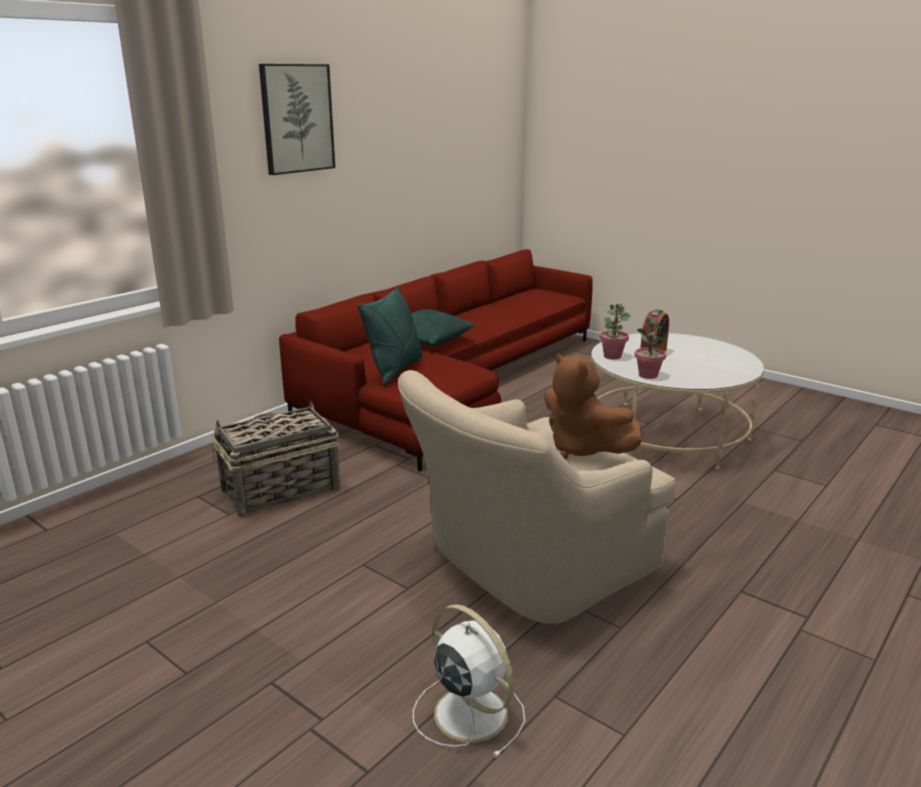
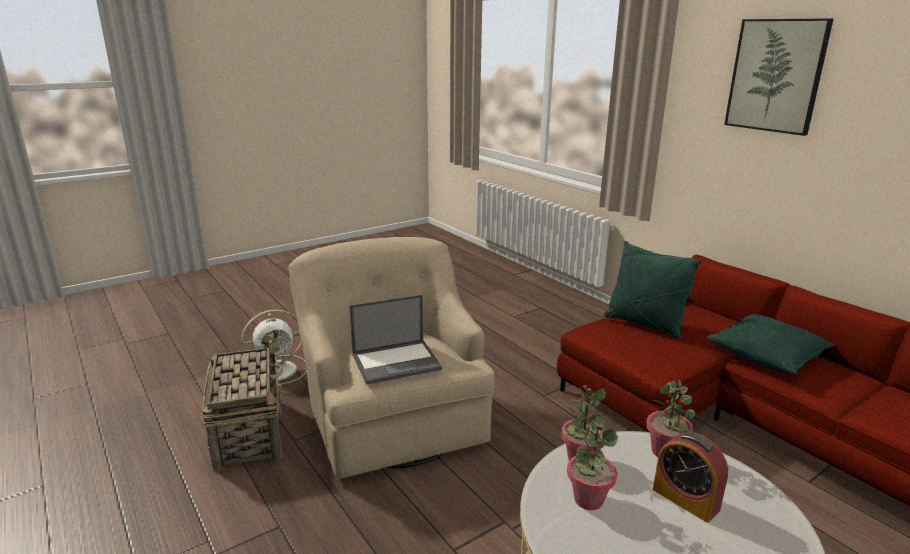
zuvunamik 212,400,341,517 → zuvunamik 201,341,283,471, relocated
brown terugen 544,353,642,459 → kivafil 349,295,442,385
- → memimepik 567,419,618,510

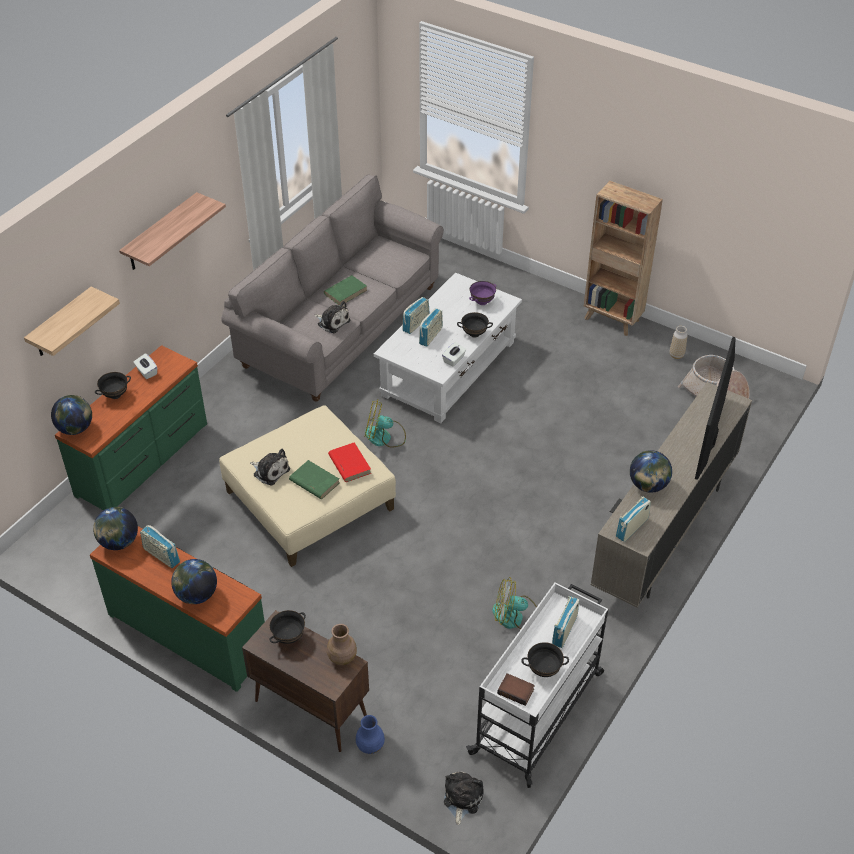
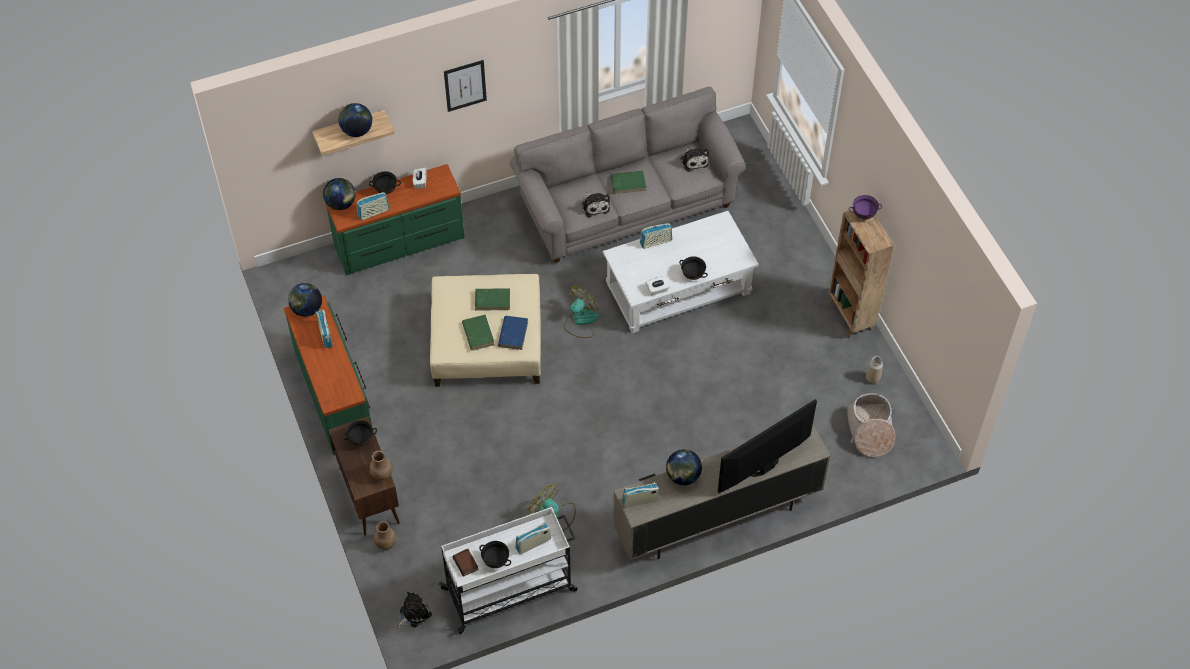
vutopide 171,559,217,604 → vutopide 338,103,372,137, relocated
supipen 419,308,443,347 → supipen 357,192,390,220, relocated
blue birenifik 356,715,385,754 → brown birenifik 374,521,396,550
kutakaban 119,192,226,270 → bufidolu 444,60,487,112
- → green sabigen 475,288,510,311
red sabigen 328,442,371,482 → blue sabigen 498,316,528,350
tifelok 365,400,406,448 → tifelok 564,285,599,338, 90 degrees clockwise
terugen 250,449,290,486 → terugen 681,148,709,172, relocated
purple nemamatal 469,281,496,305 → purple nemamatal 848,195,882,219, relocated

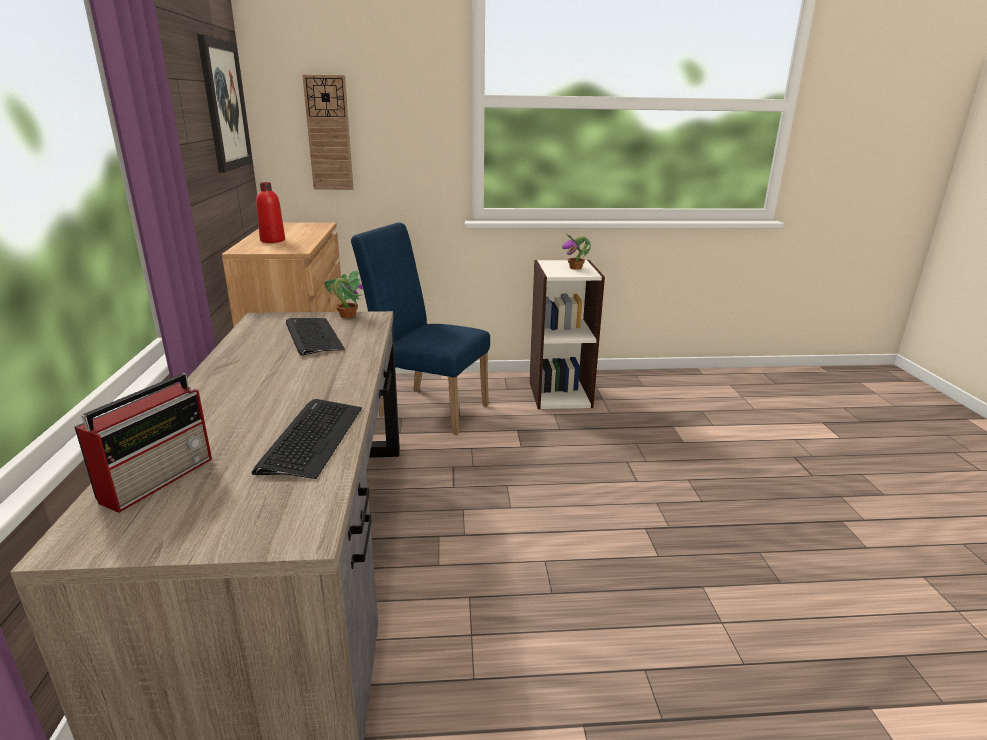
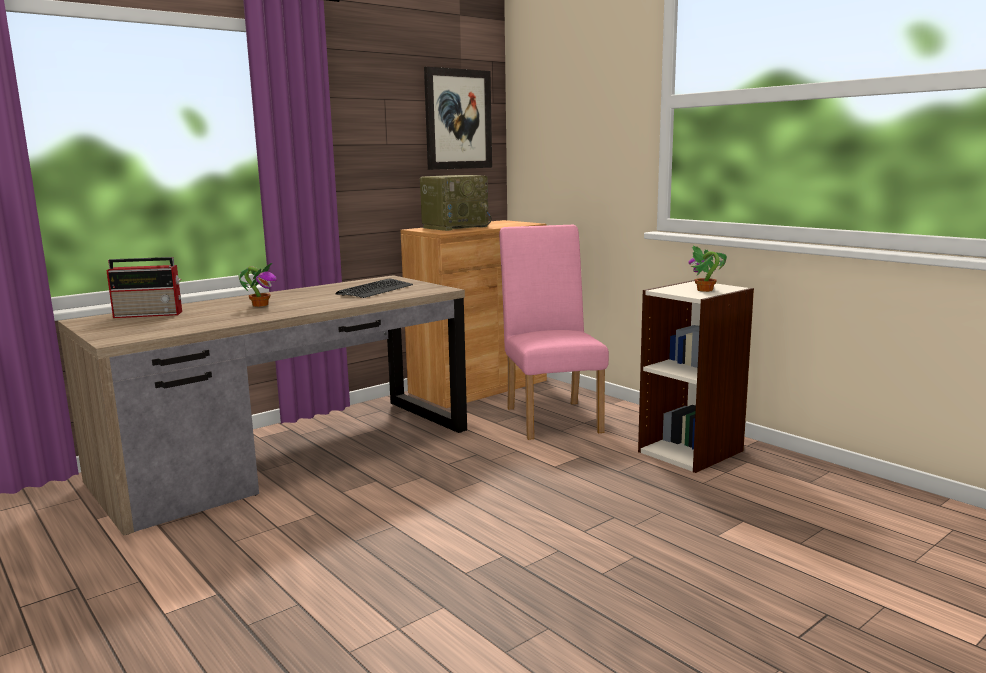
memimepik 324,270,363,318 → memimepik 239,262,277,307, relocated
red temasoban 256,182,285,243 → supipen 420,175,492,231
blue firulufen 351,222,490,435 → pink firulufen 499,225,609,440
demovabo 252,399,362,479 → -
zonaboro 302,75,353,190 → -

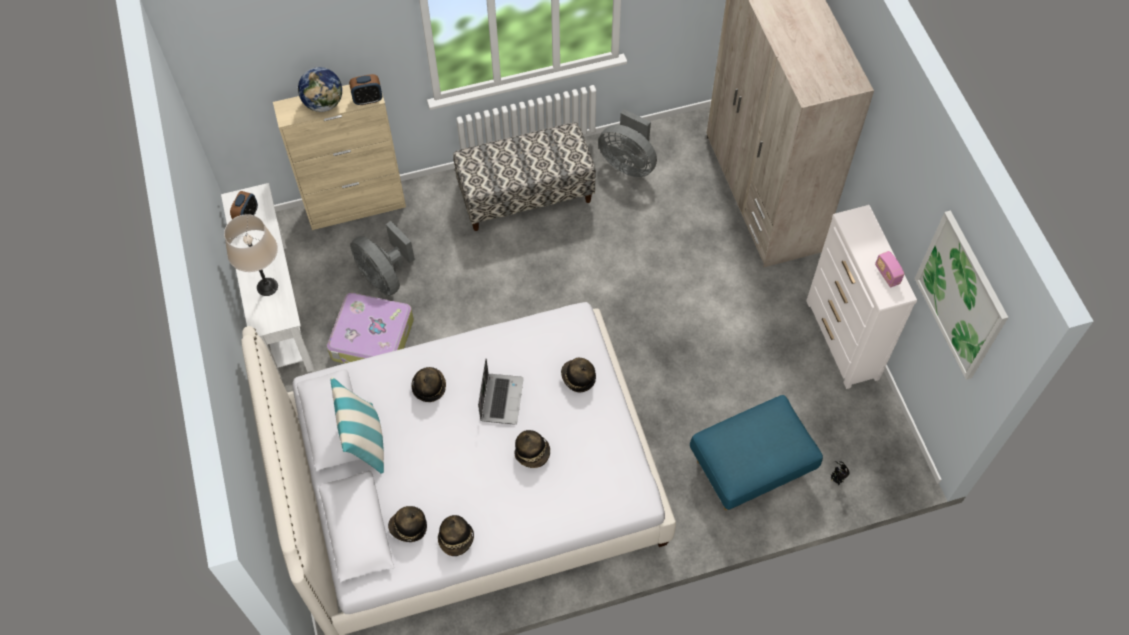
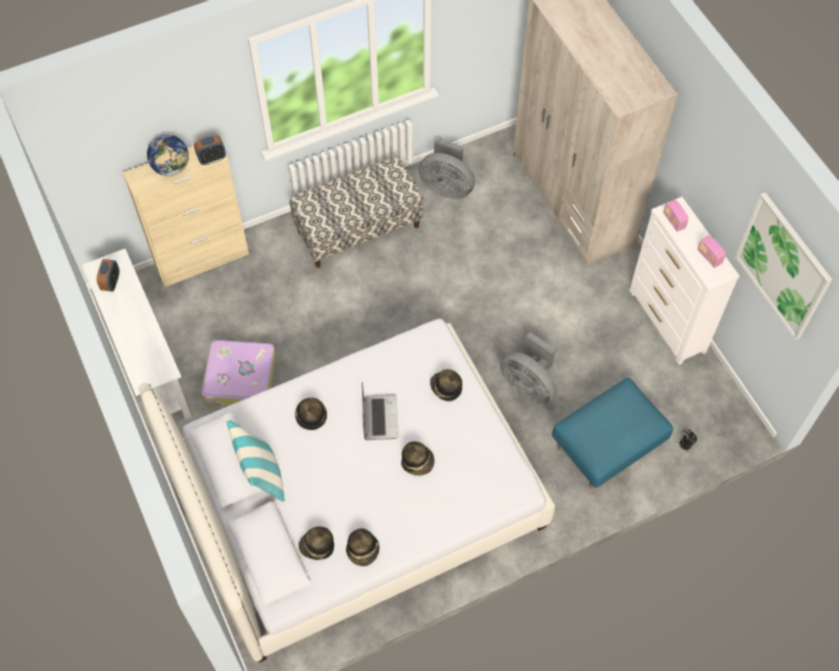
grey tifelok 350,221,415,296 → grey tifelok 500,332,557,405, relocated
- → supipen 663,199,689,232
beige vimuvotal 224,214,278,296 → -

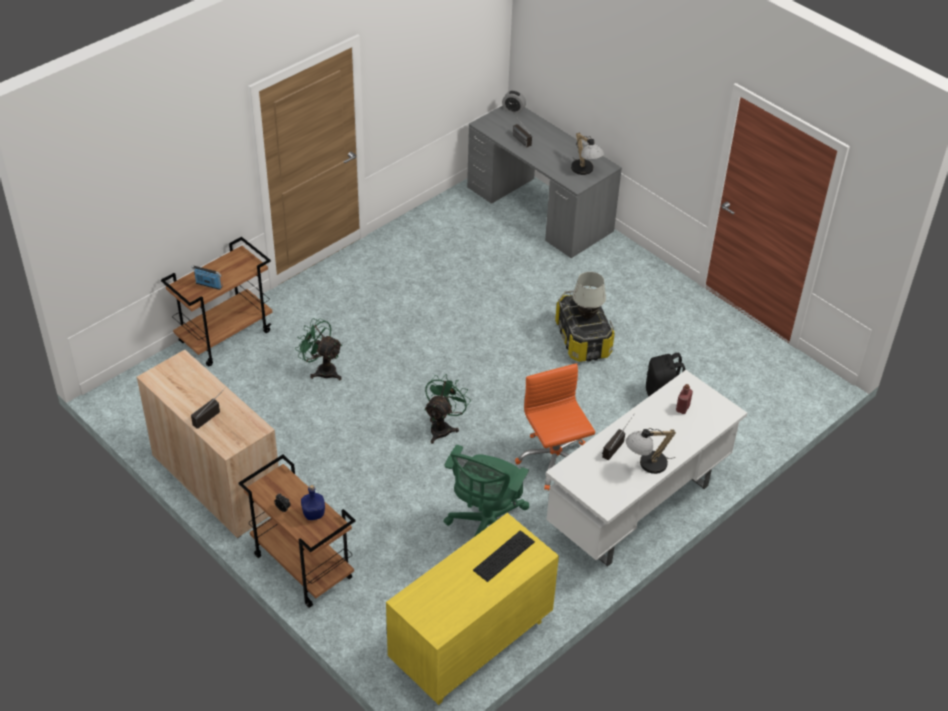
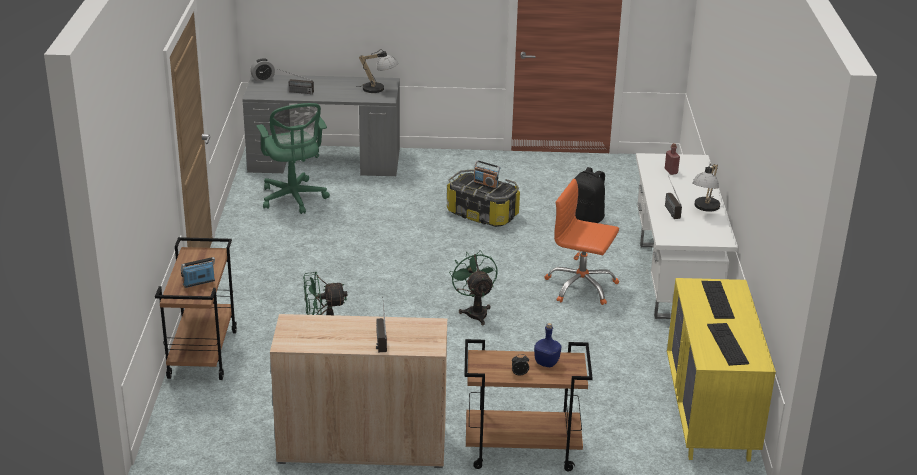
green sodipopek 444,445,530,537 → green sodipopek 257,103,330,214, relocated
white vimuvotal 572,272,606,319 → supipen 473,160,500,189
- → demovabo 707,323,749,366

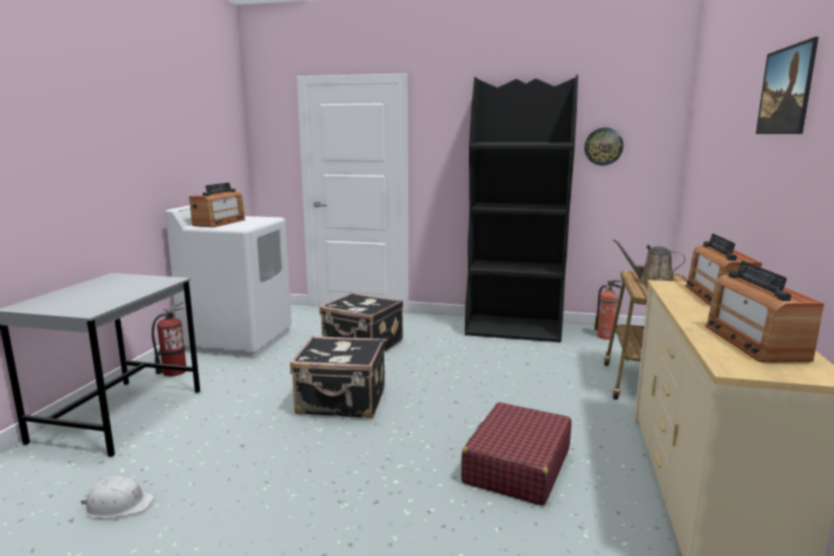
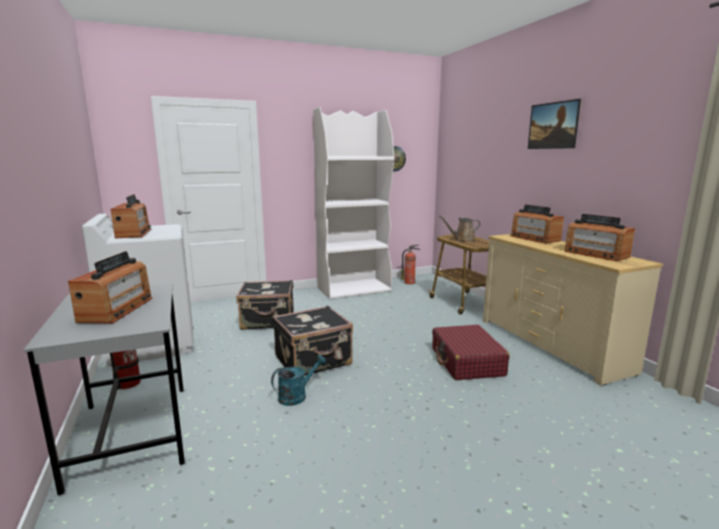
- → supipen 68,251,153,324
- → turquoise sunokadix 271,355,326,406
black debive 465,74,578,342 → white debive 313,107,394,299
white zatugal 81,476,155,518 → -

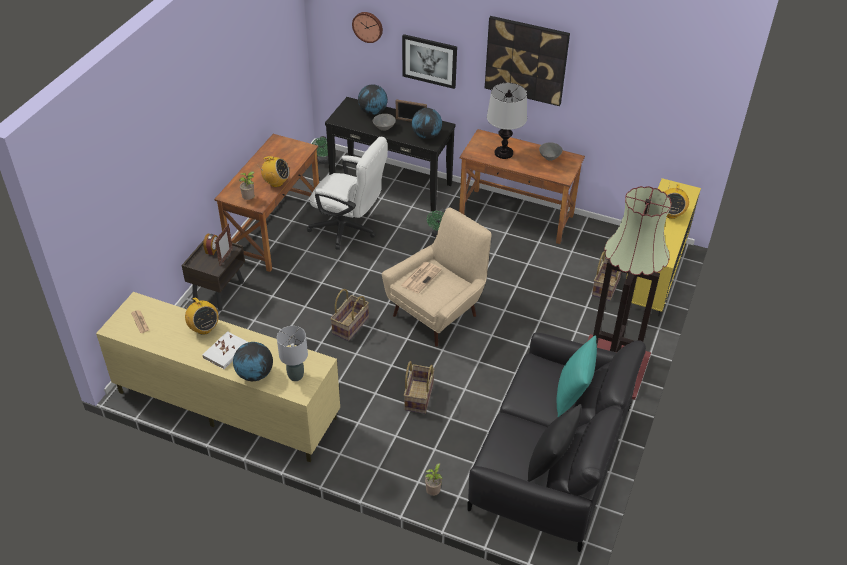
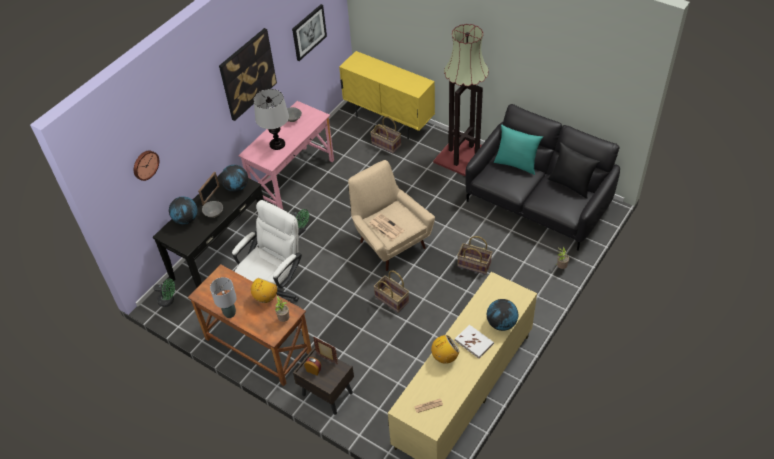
grey vimuvotal 277,326,308,381 → grey vimuvotal 210,277,237,318, relocated
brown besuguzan 459,129,585,244 → pink besuguzan 238,101,334,209
bufidolu 402,34,457,89 → bufidolu 292,4,327,61, relocated
supipen 665,184,689,219 → -

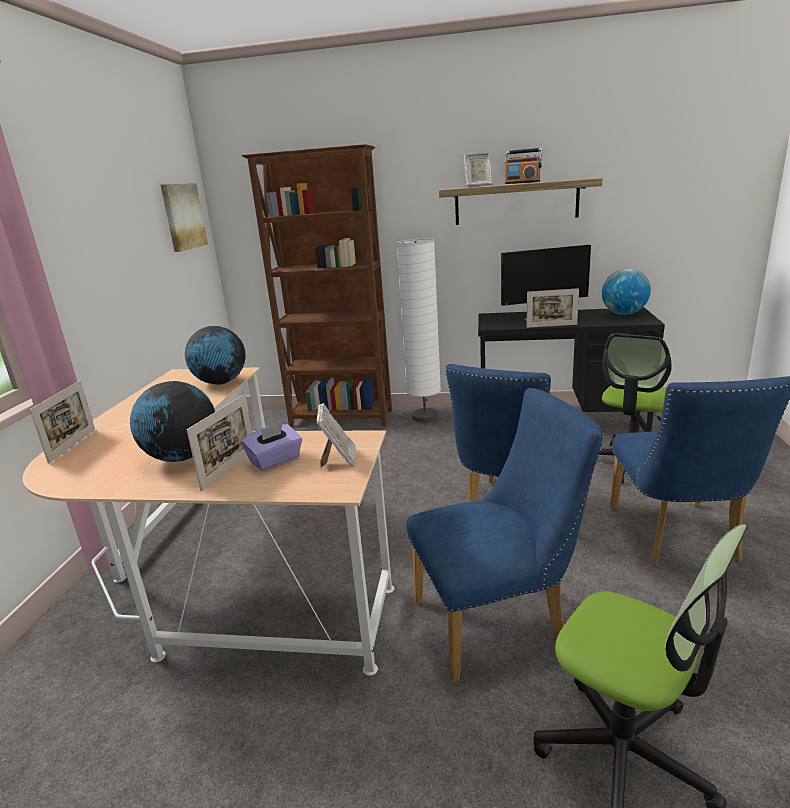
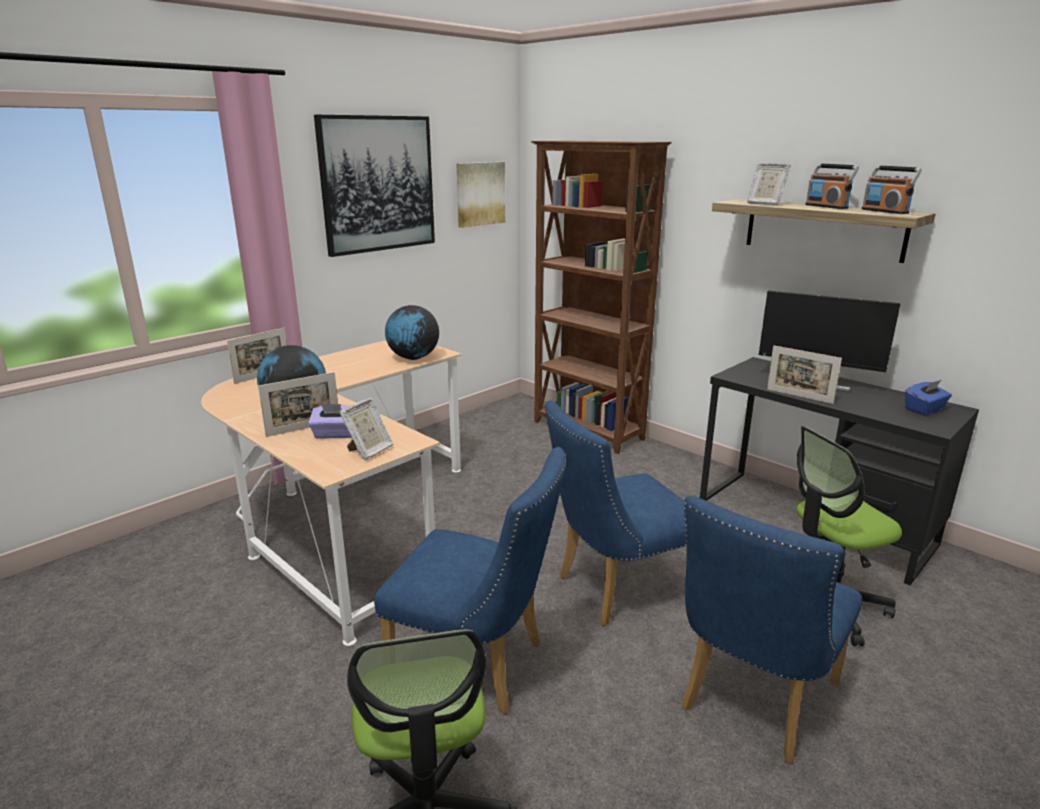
- → bufidolu 314,115,435,257
- → supipen 862,166,922,214
vutopide 602,268,651,315 → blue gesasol 905,380,952,415
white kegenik 397,239,441,423 → -

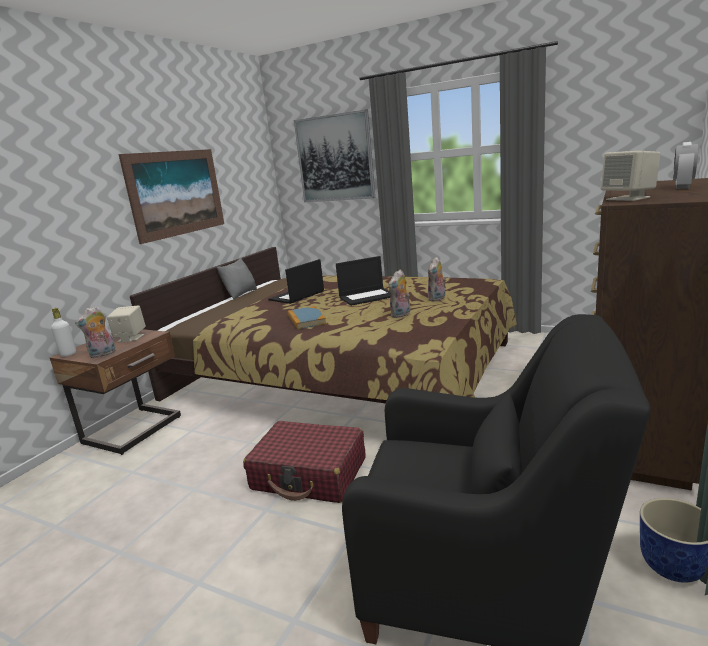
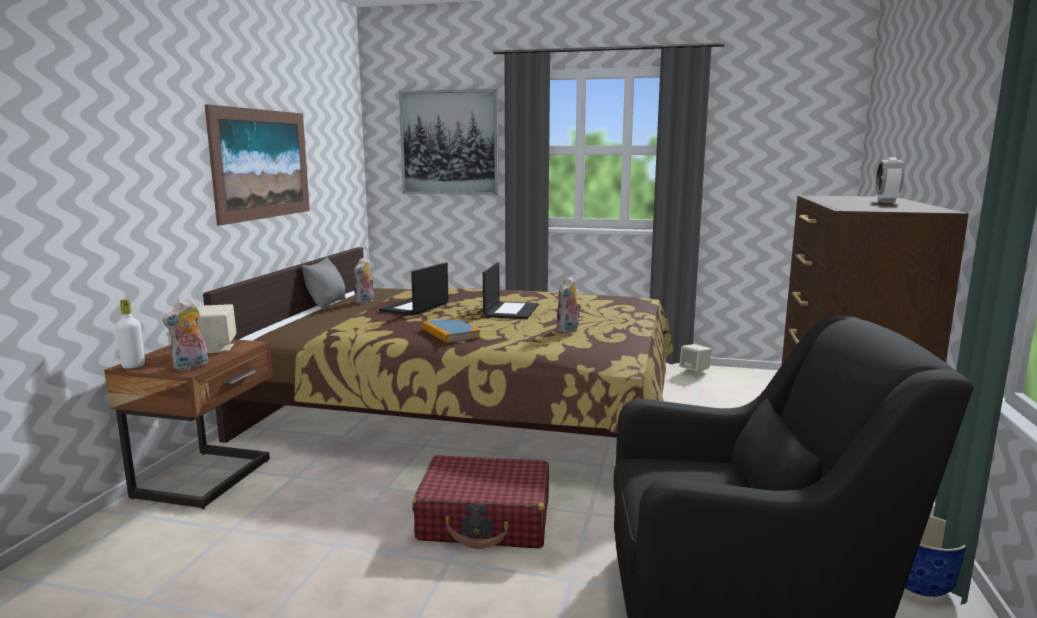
terugen 428,257,446,302 → terugen 354,257,374,304, relocated
kivafil 336,256,390,306 → kivafil 483,262,539,319, 45 degrees counterclockwise
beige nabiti 601,151,661,201 → beige nabiti 679,344,712,377, relocated

